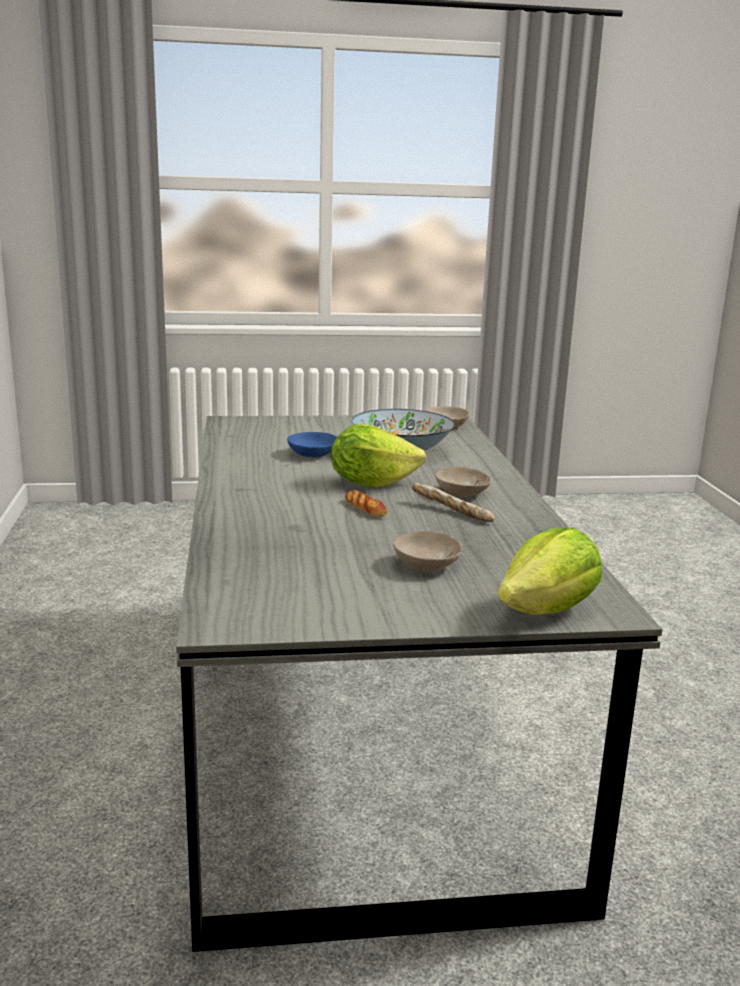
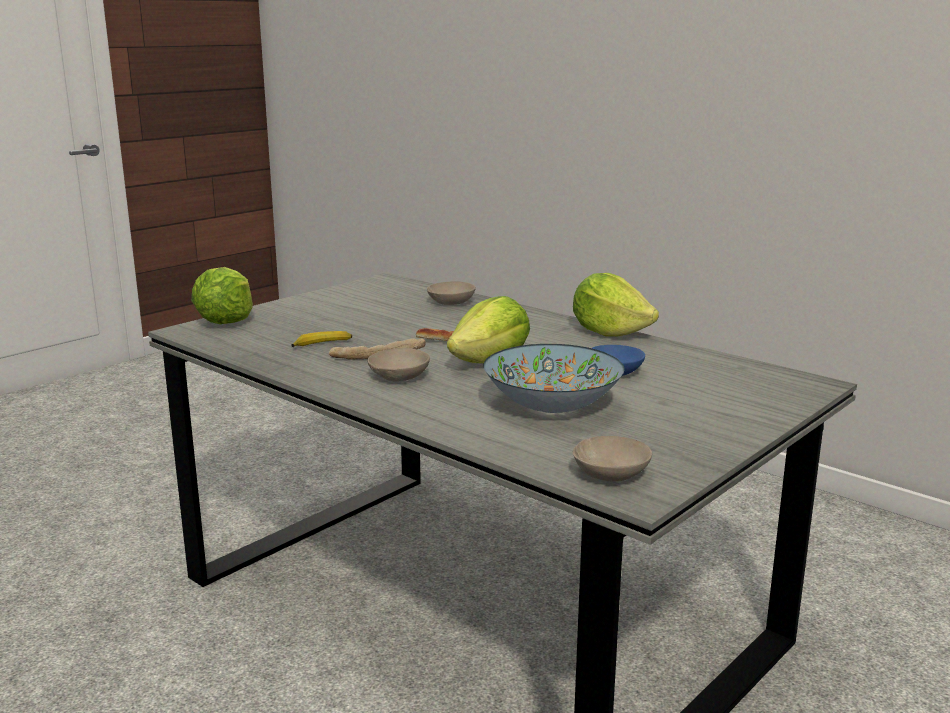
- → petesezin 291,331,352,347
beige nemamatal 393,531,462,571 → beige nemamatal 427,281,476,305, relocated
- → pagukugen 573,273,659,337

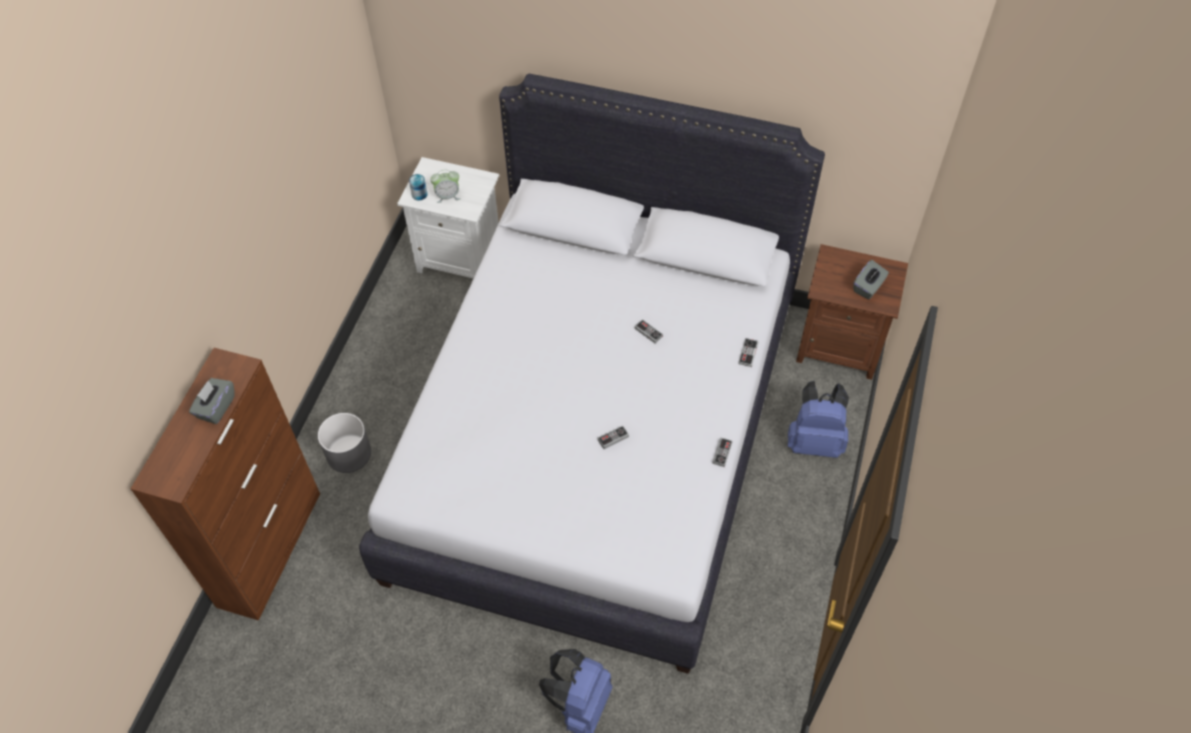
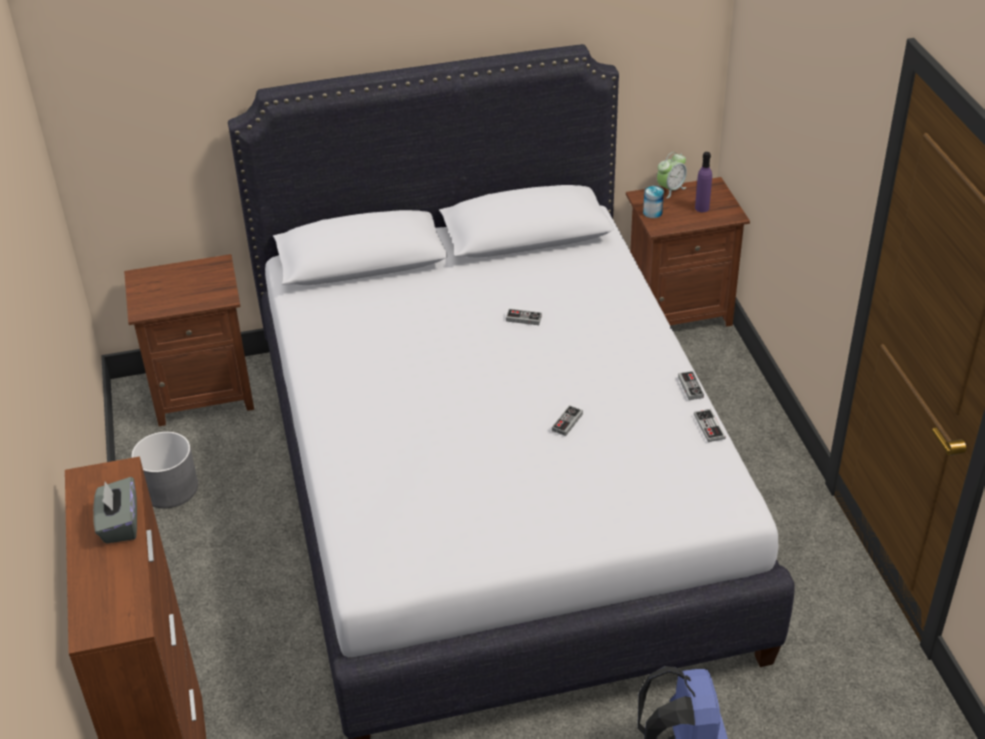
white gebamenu 397,157,499,278 → brown gebamenu 124,254,254,426
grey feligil 318,413,371,473 → grey feligil 131,431,198,508, relocated
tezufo 409,174,428,200 → tezufo 643,186,664,218, relocated
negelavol 430,170,460,203 → negelavol 657,152,687,199, relocated
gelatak 738,338,759,367 → gelatak 694,409,726,442, relocated
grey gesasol 853,260,889,299 → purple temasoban 695,152,712,212
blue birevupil 788,381,849,458 → -

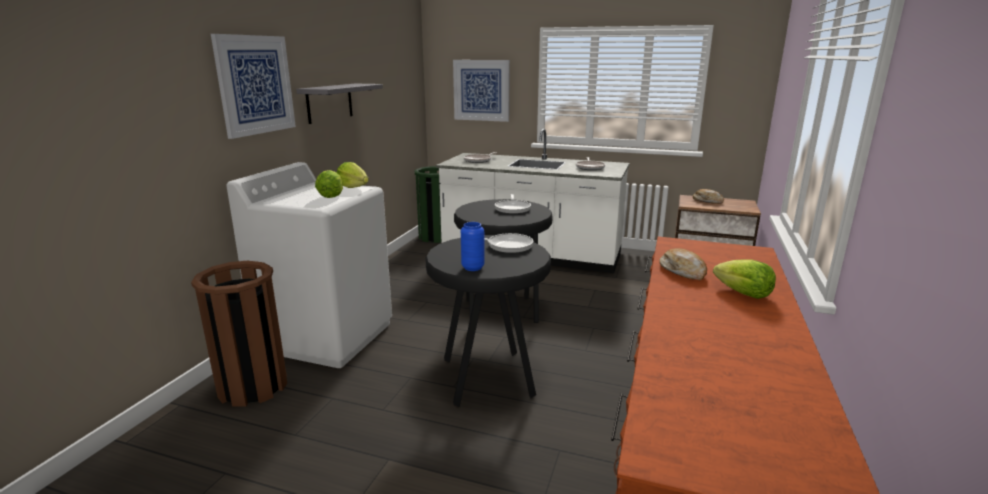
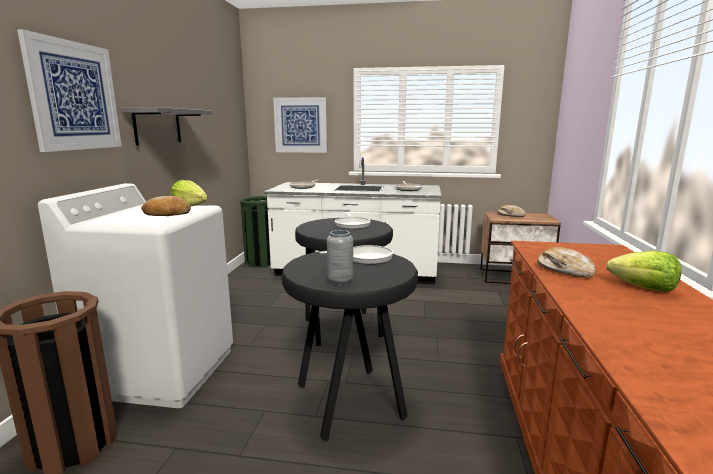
pagukugen 315,170,343,198 → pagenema 141,196,191,216
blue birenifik 461,222,485,271 → grey birenifik 327,230,353,285

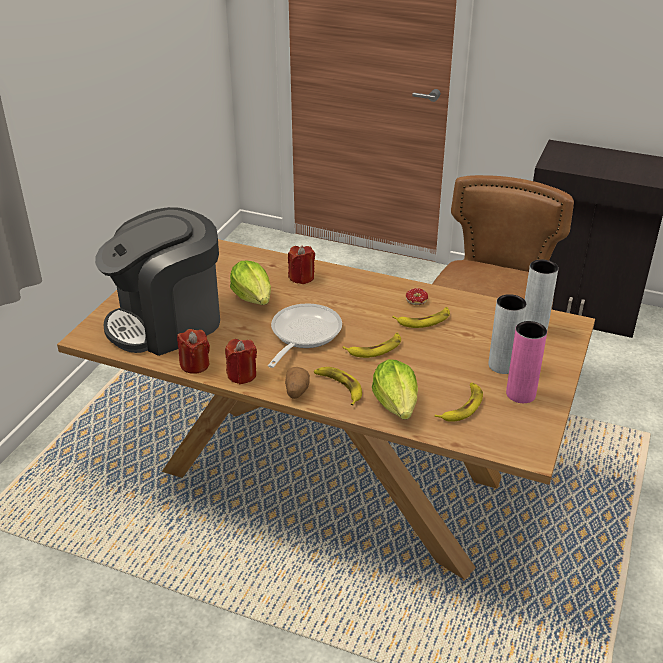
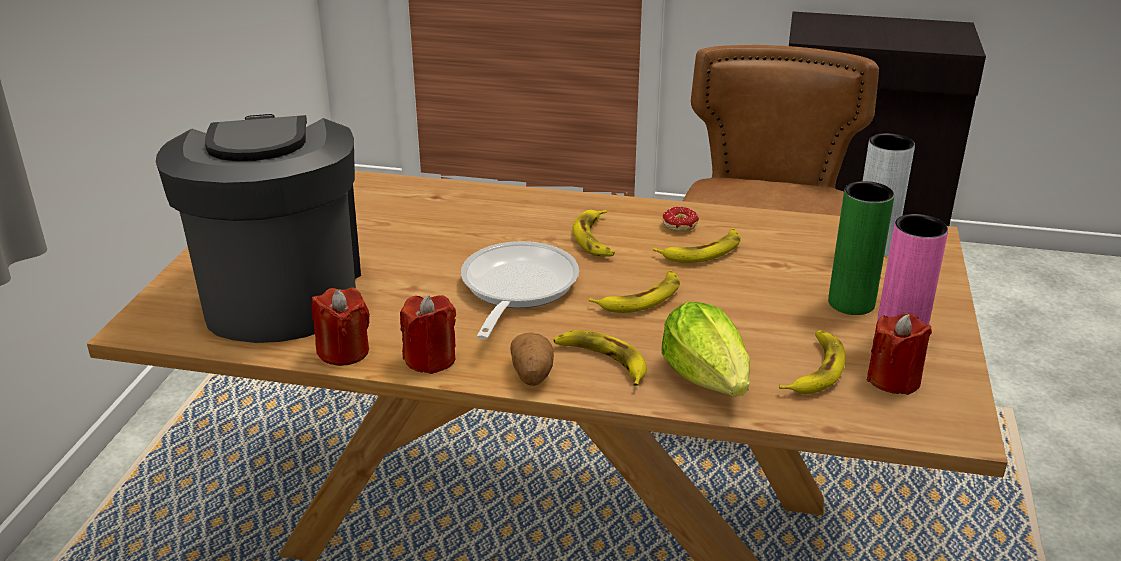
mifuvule 95,207,220,356 → mifuvule 156,114,361,343, 120 degrees clockwise
- → petesezin 573,210,615,257
grey birenifik 488,294,527,374 → green birenifik 828,181,895,315
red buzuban 288,246,315,284 → red buzuban 867,313,932,395, relocated
pagukugen 230,261,271,305 → -

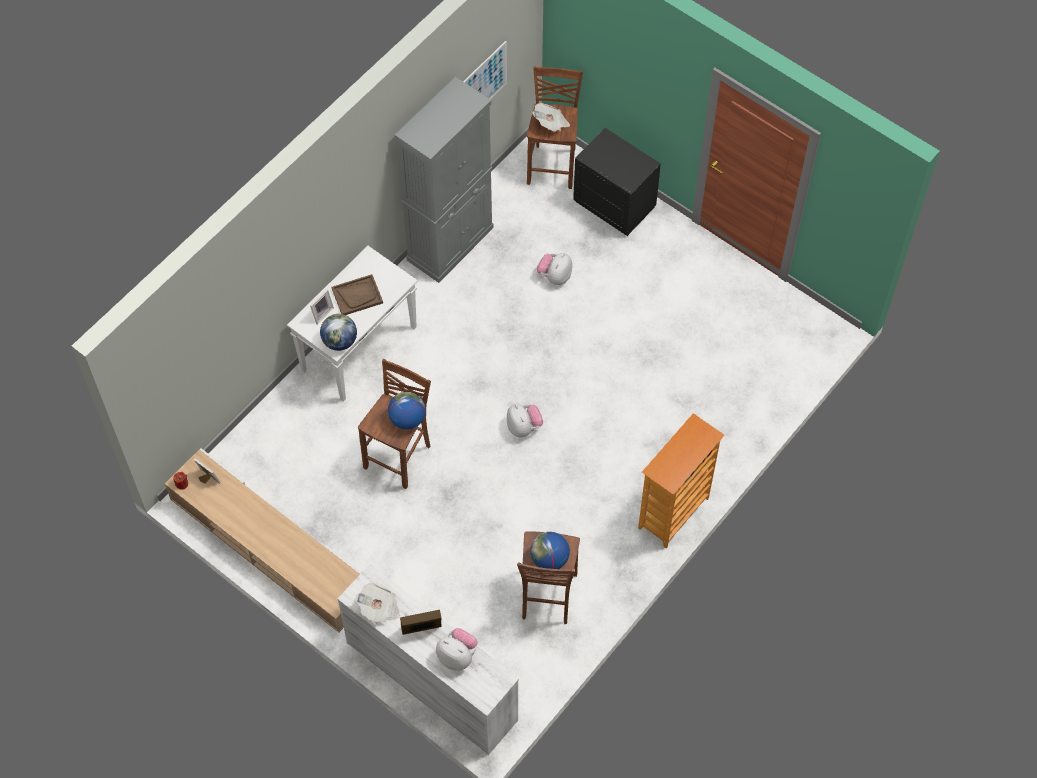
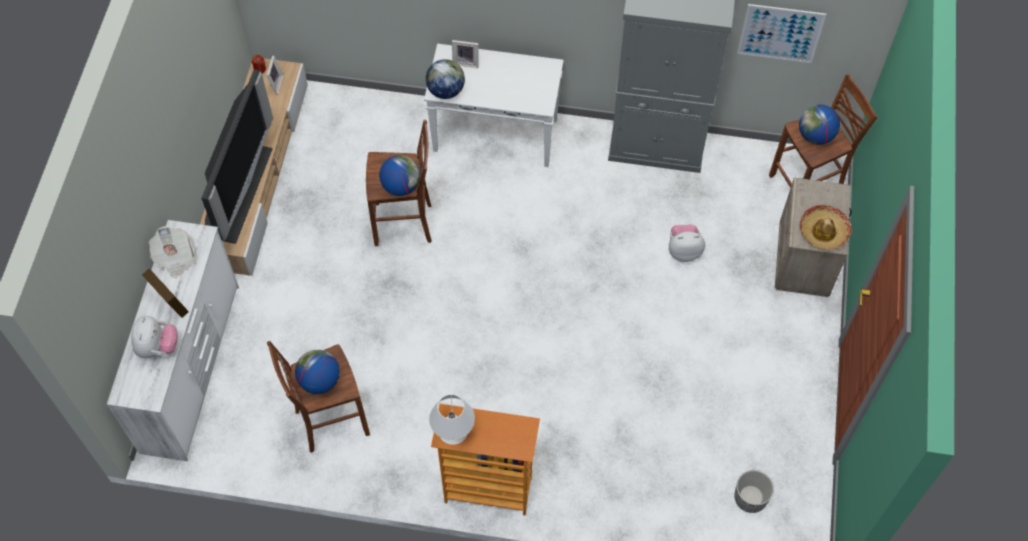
- → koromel 201,70,273,244
- → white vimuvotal 429,394,475,445
- → feligil 734,470,774,513
black gebamenu 573,128,661,236 → beige gebamenu 775,178,851,297
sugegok 532,103,570,132 → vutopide 799,105,840,145
- → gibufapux 800,205,852,250
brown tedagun 332,274,383,315 → -
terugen 507,404,543,438 → -

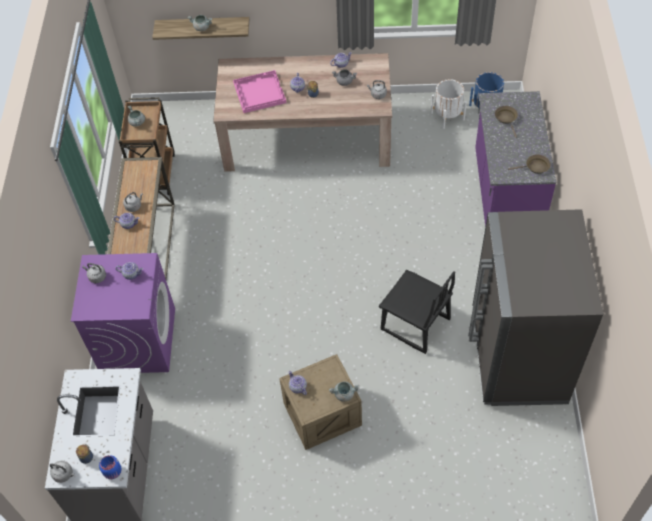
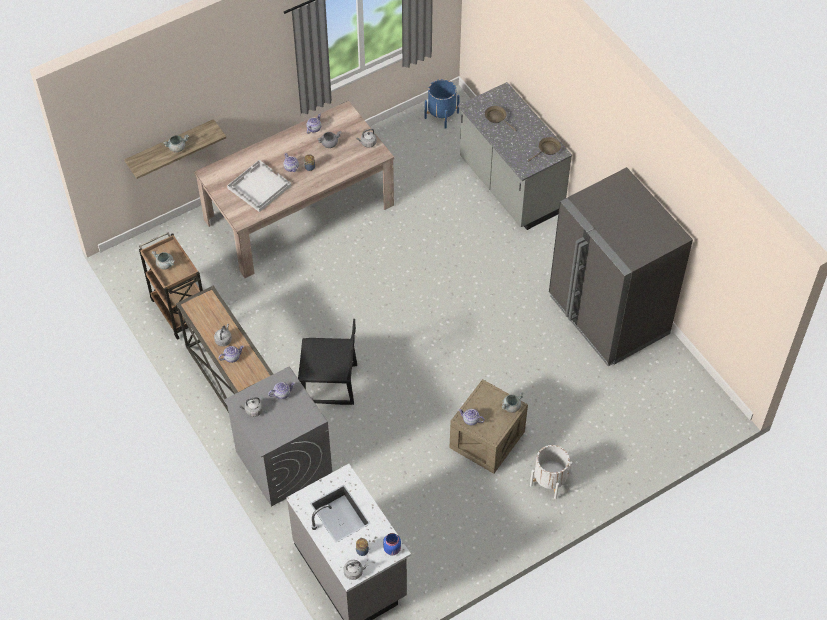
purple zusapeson 71,253,175,373 → grey zusapeson 224,366,332,507
pink tedagun 233,70,286,113 → white tedagun 227,160,291,212
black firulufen 379,270,455,354 → black firulufen 298,319,357,405, relocated
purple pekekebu 475,91,556,227 → grey pekekebu 458,82,572,230
white feligil 431,79,467,129 → white feligil 530,445,572,499, relocated

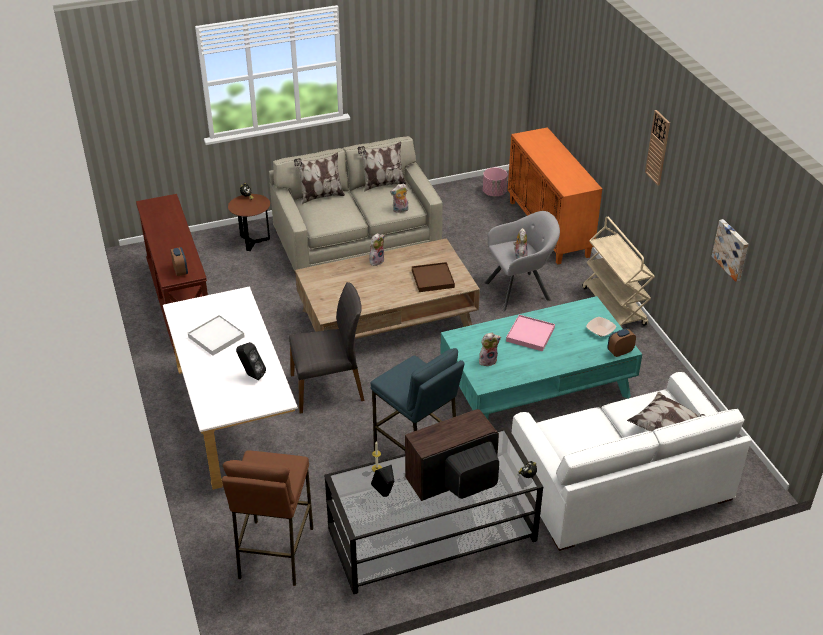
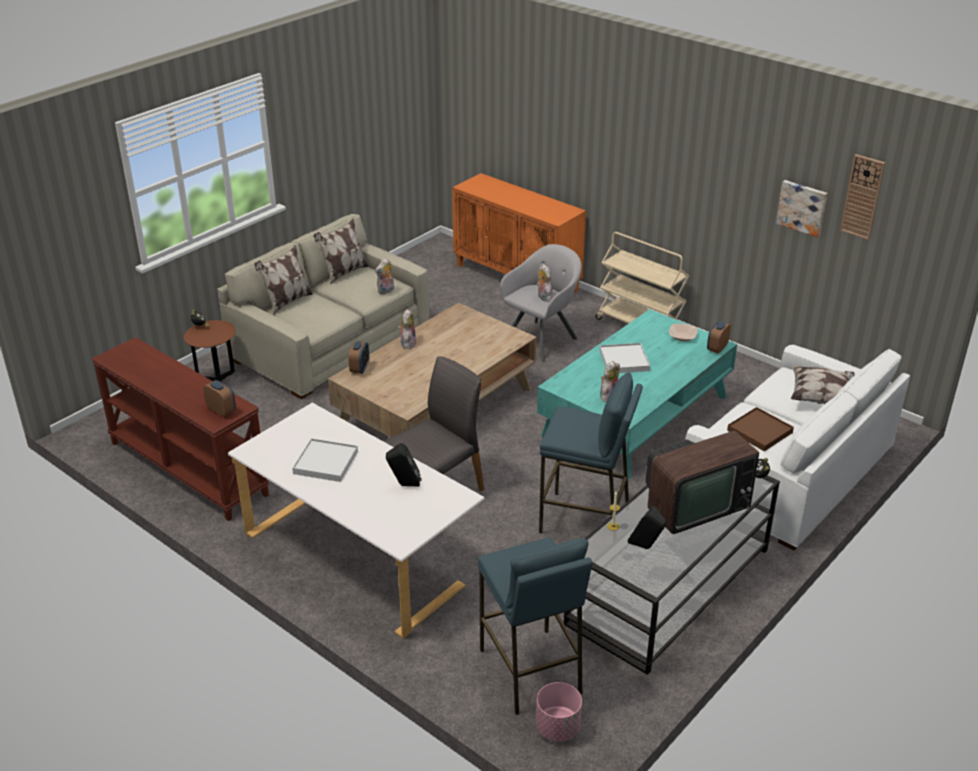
- → negelavol 349,341,369,374
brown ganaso 222,450,313,586 → blue ganaso 478,538,592,715
pink feligil 483,168,507,196 → pink feligil 536,682,582,742, relocated
pink tedagun 506,315,555,351 → white tedagun 600,343,650,373
koromel 405,409,499,501 → koromel 646,430,759,534, 150 degrees counterclockwise
brown tedagun 412,262,455,292 → brown tedagun 727,407,794,451, relocated
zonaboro 645,110,670,186 → zonaboro 840,154,885,240, relocated

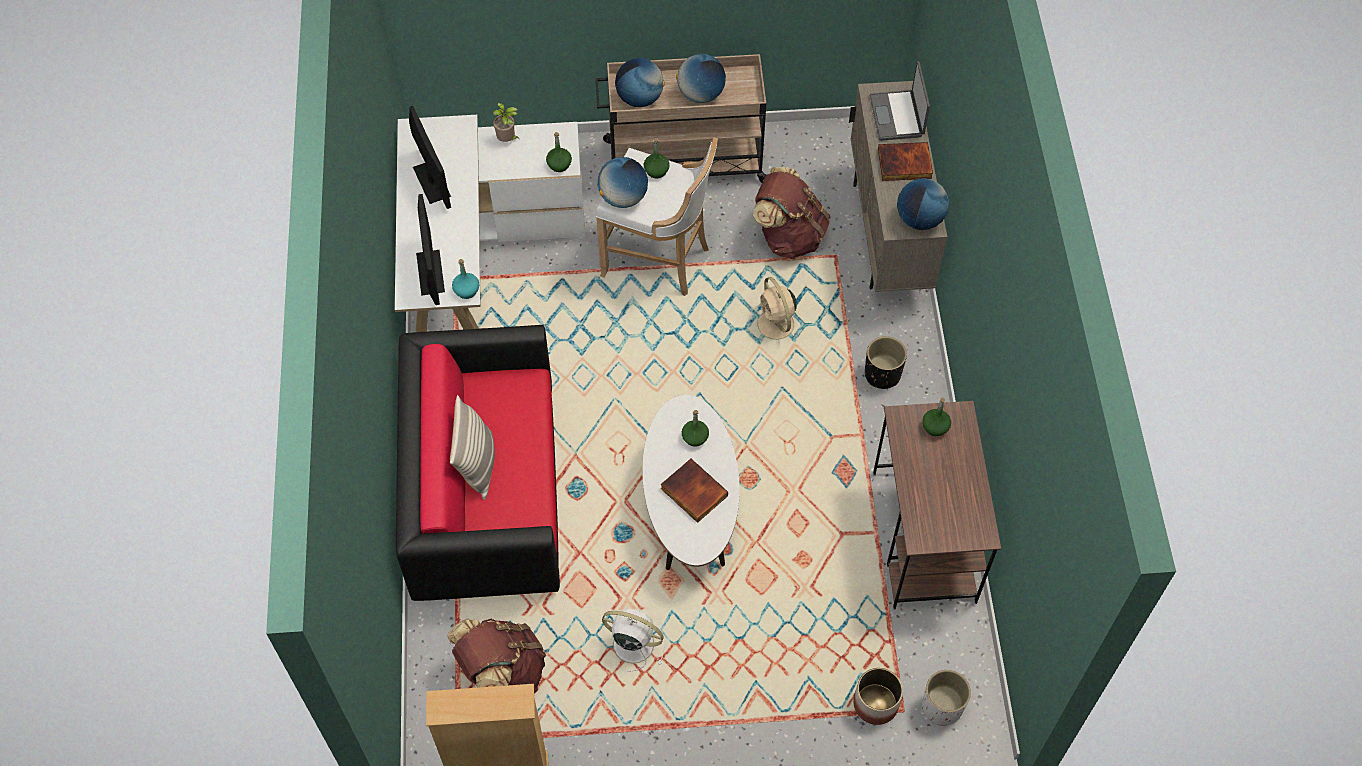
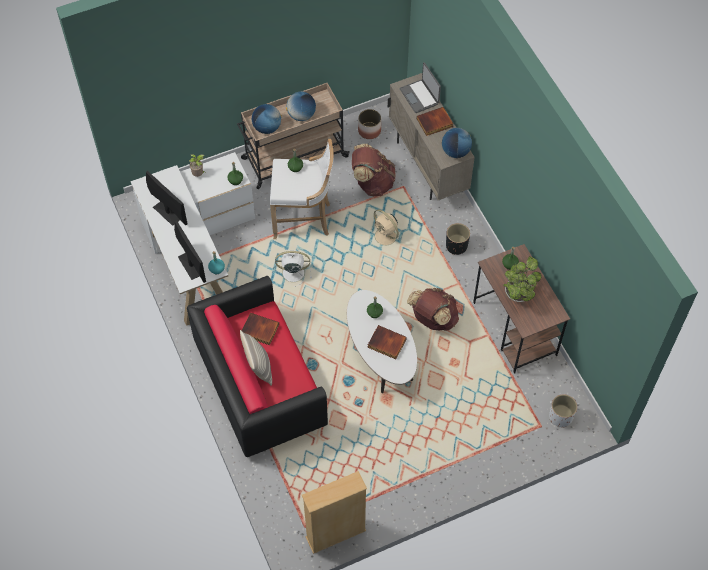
- → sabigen 242,313,279,345
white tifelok 602,609,665,672 → white tifelok 275,250,312,287, relocated
feligil 853,668,903,725 → feligil 358,109,381,139, relocated
brown birevupil 447,618,546,694 → brown birevupil 407,288,459,331, relocated
- → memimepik 503,256,542,302
vutopide 597,157,648,208 → -

